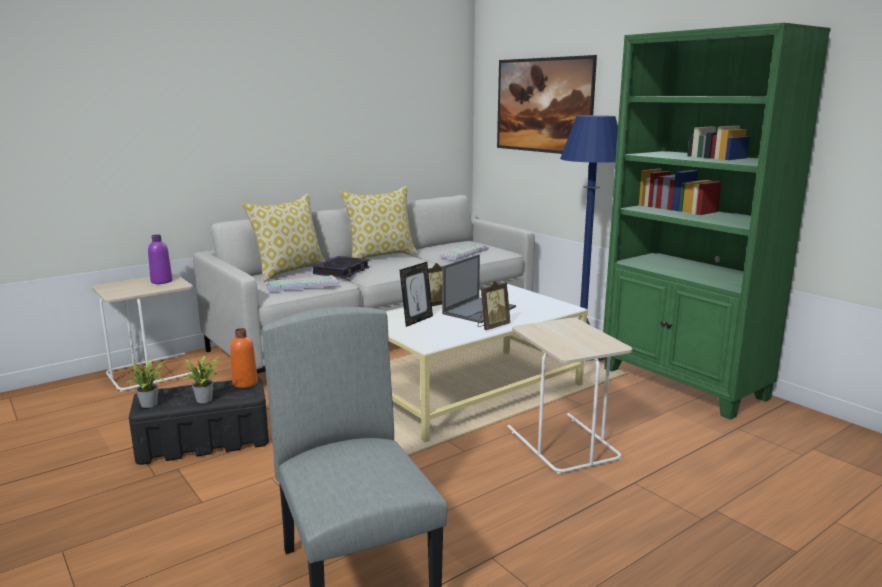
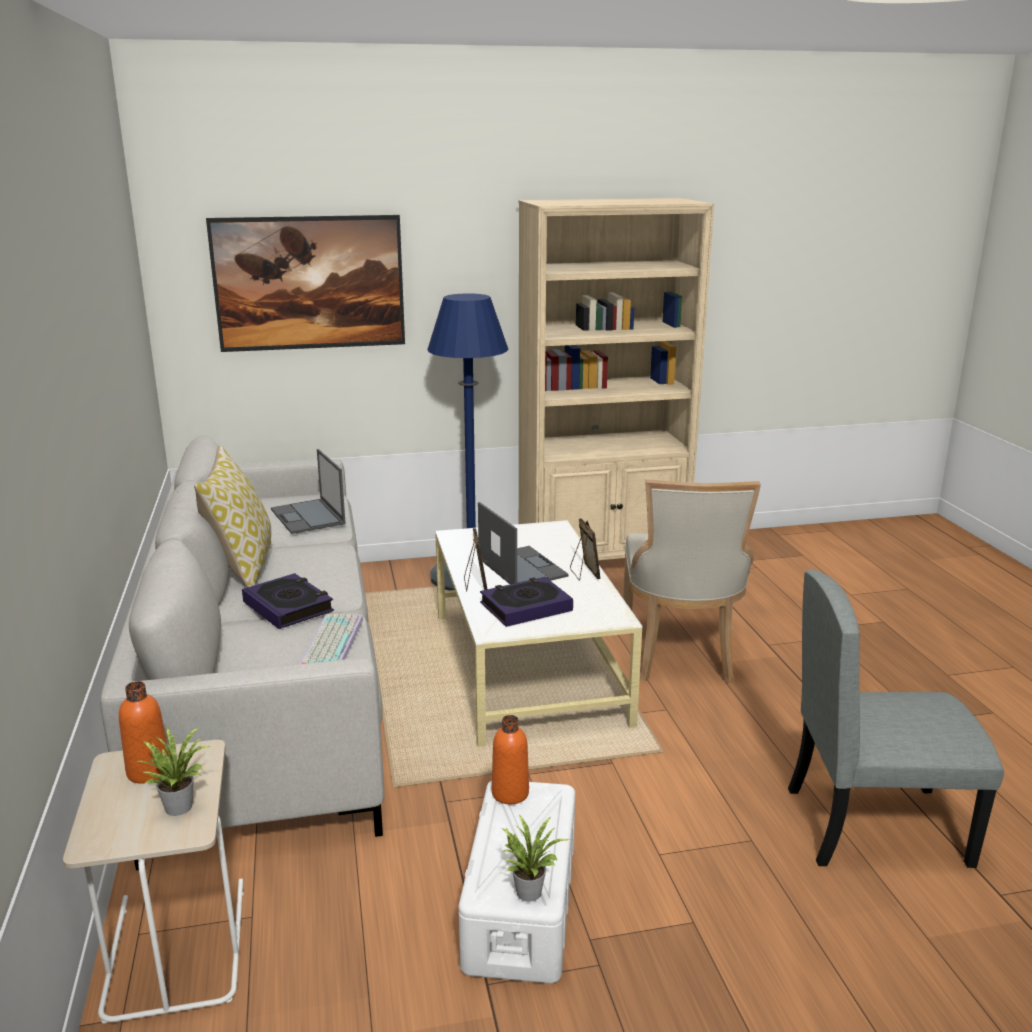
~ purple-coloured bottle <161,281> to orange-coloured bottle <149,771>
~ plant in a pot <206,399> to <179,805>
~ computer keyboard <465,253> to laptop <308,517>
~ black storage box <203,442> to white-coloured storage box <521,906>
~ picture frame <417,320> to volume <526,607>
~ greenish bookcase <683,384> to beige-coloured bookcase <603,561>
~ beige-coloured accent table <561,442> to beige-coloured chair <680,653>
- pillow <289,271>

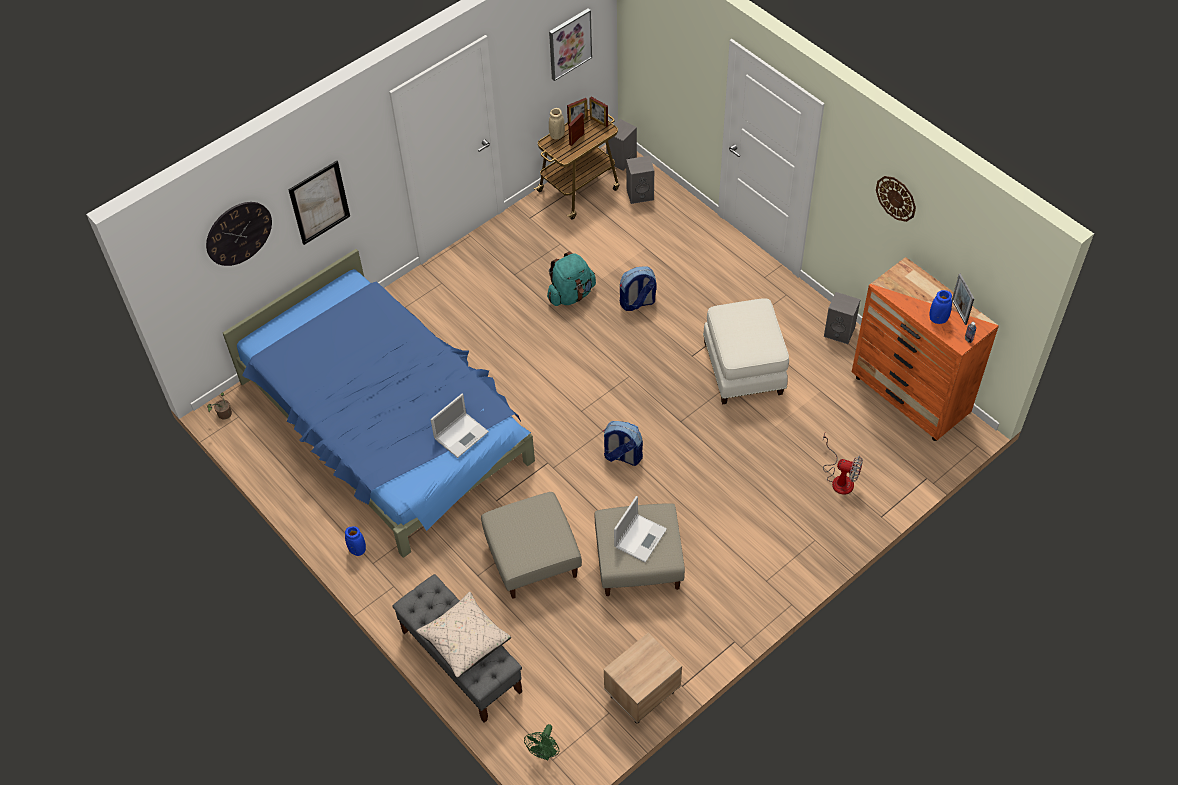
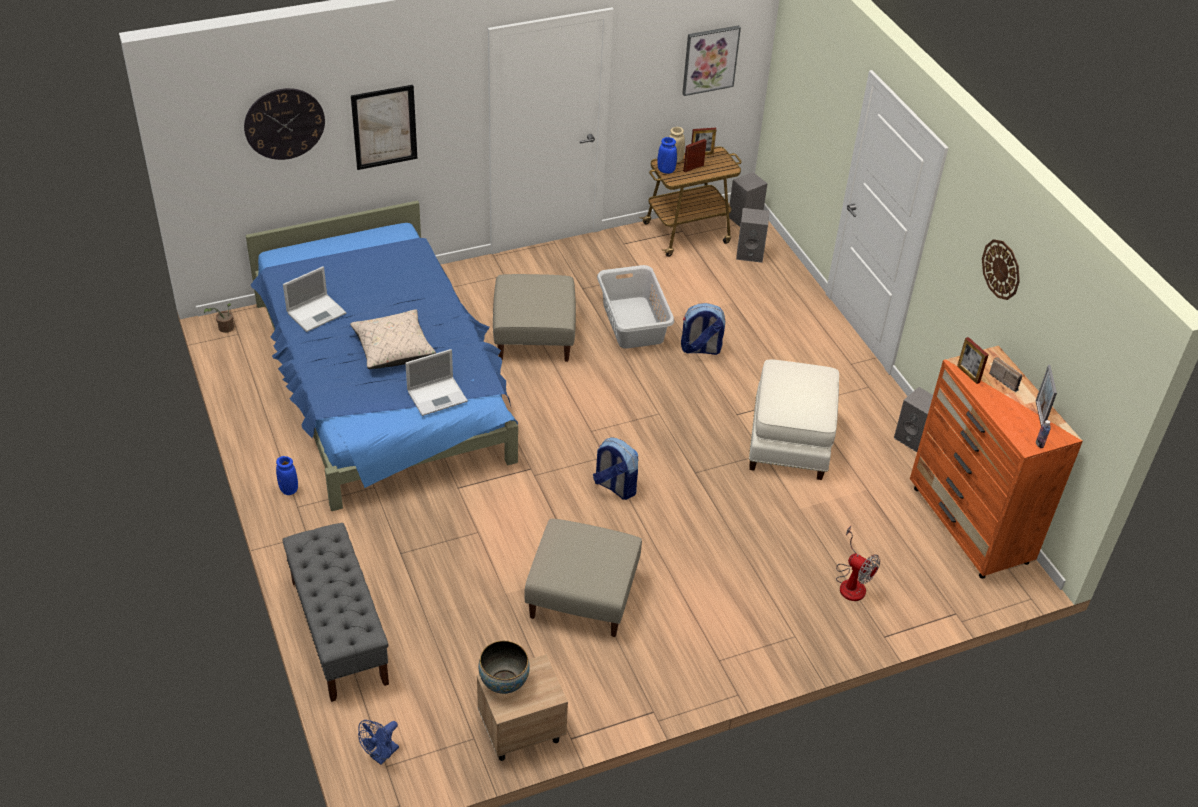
~ laptop <640,537> to <317,312>
~ beige-coloured pillow <465,640> to <393,349>
~ greenish cooling fan <544,753> to bluish cooling fan <381,756>
+ serving bowl <504,682>
~ beige-coloured footrest <533,558> to <534,336>
~ turquoise-coloured backpack <571,294> to greyish hamper <633,322>
~ bluish vase <938,319> to <666,170>
~ picture frame <599,121> to <968,374>
+ radio <1005,379>

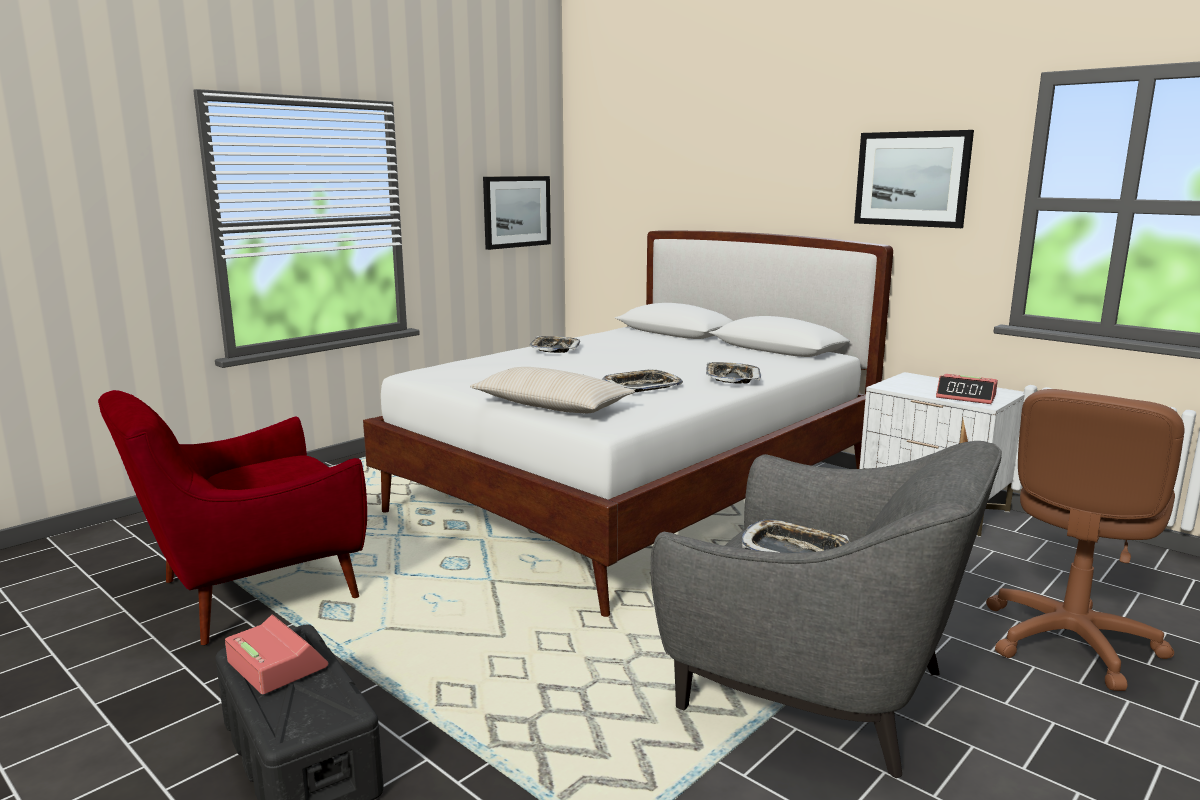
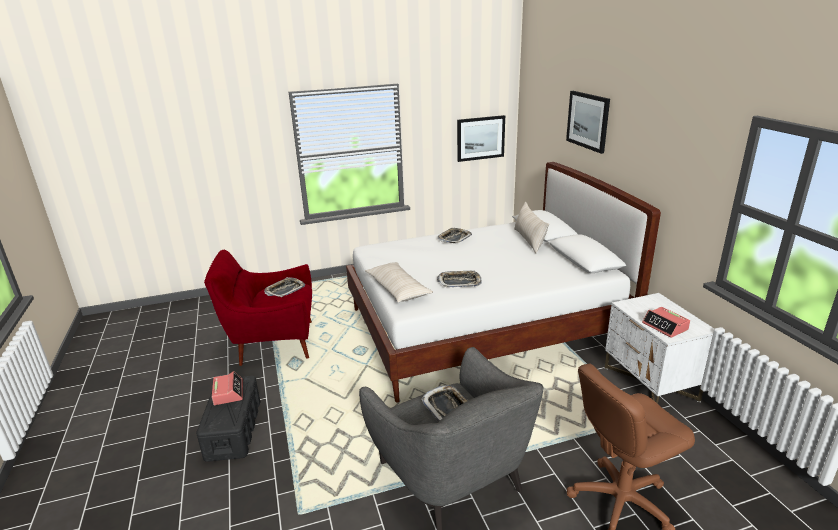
~ carrying tray <731,378> to <285,290>
+ beige-coloured pillow <529,240>
~ wall picture <912,179> to <588,121>

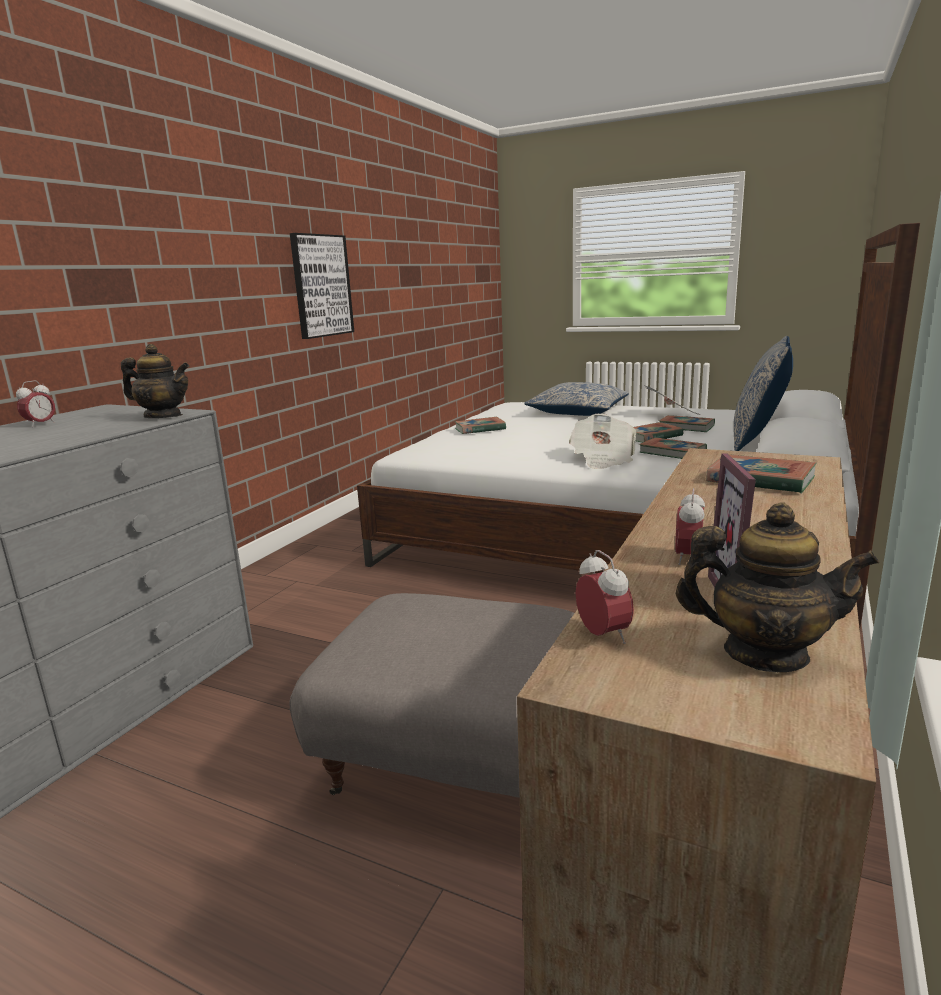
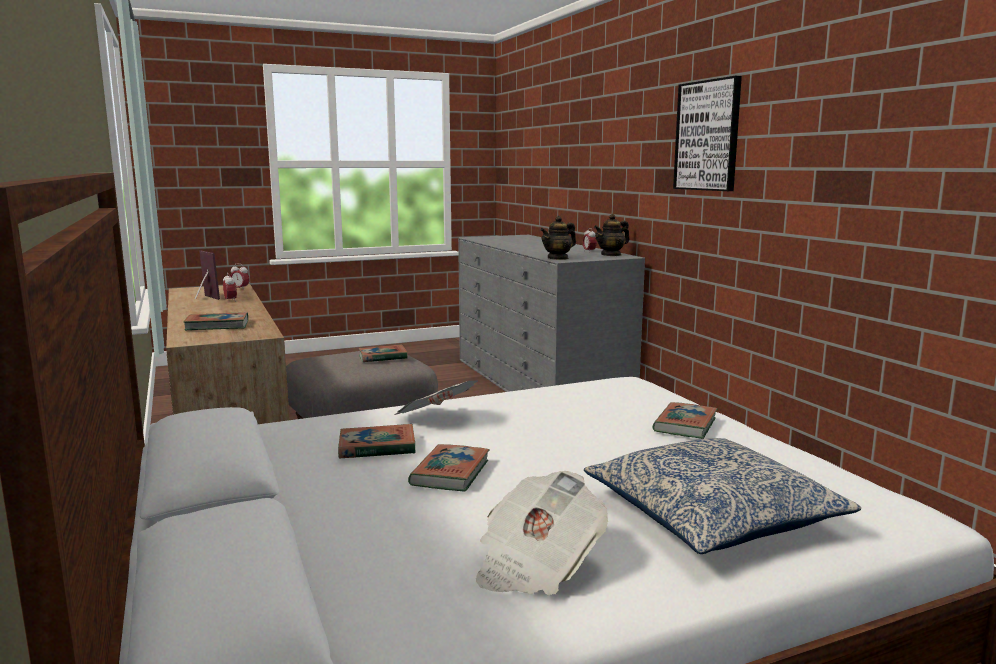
~ volume <686,427> to <382,357>
~ tea pot <765,654> to <611,255>
~ wall picture <321,286> to <708,136>
- pillow <758,440>

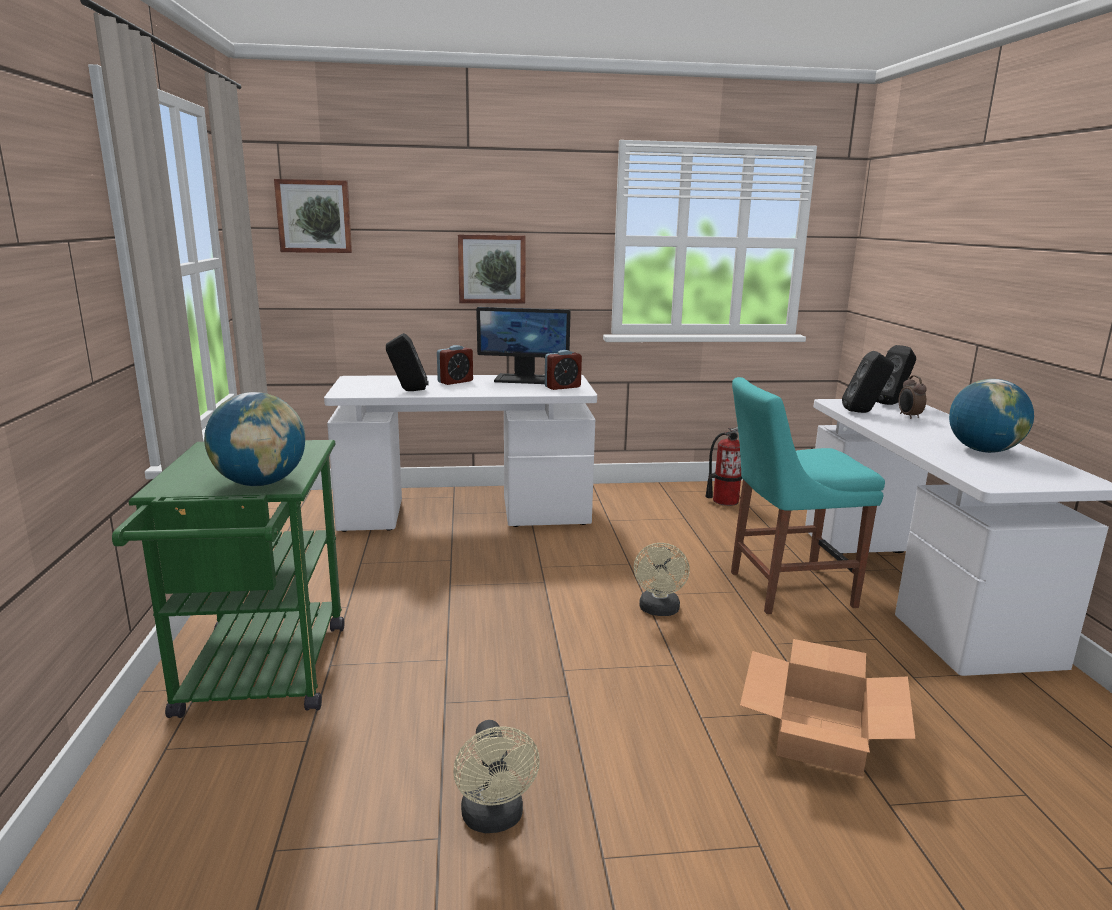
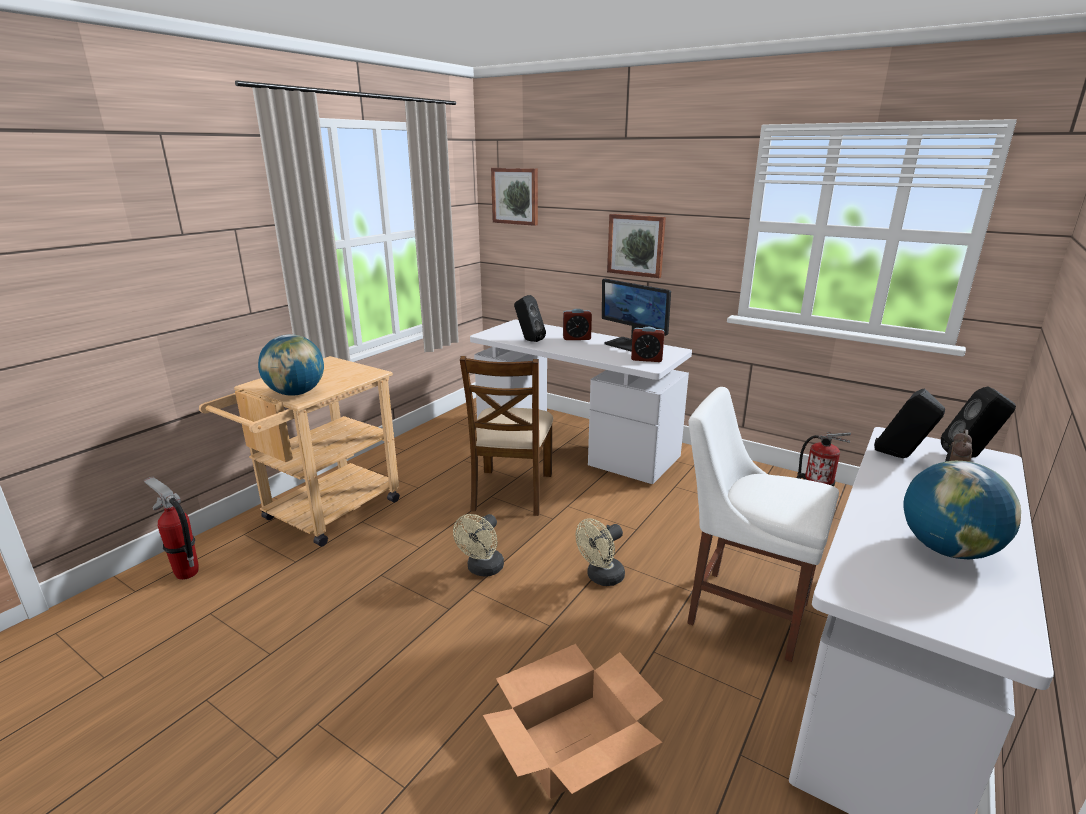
+ extinguisher <186,573>
~ greenish cart <261,679> to beige-coloured cart <323,515>
~ beige-coloured cooling fan <494,819> to <482,570>
+ brownish chair <511,491>
~ turquoise-coloured chair <785,589> to white-coloured chair <741,609>

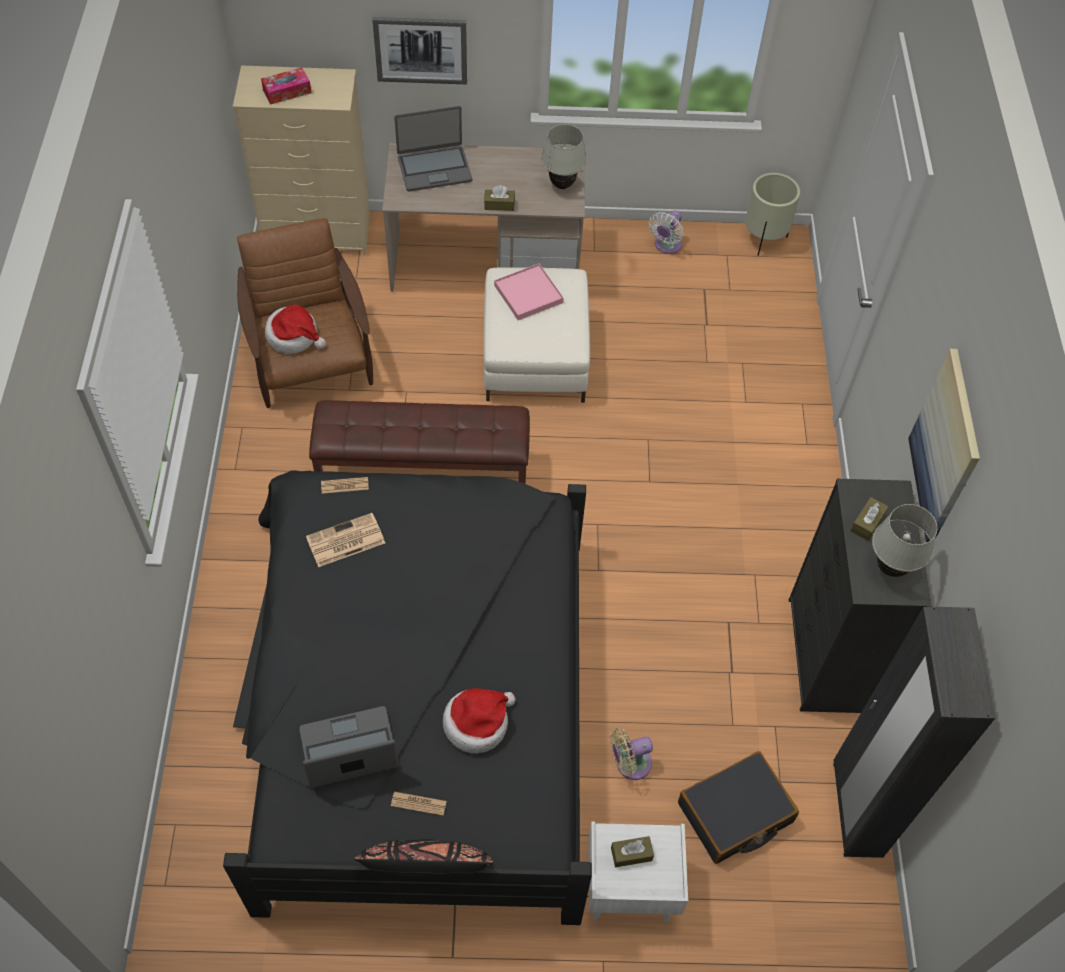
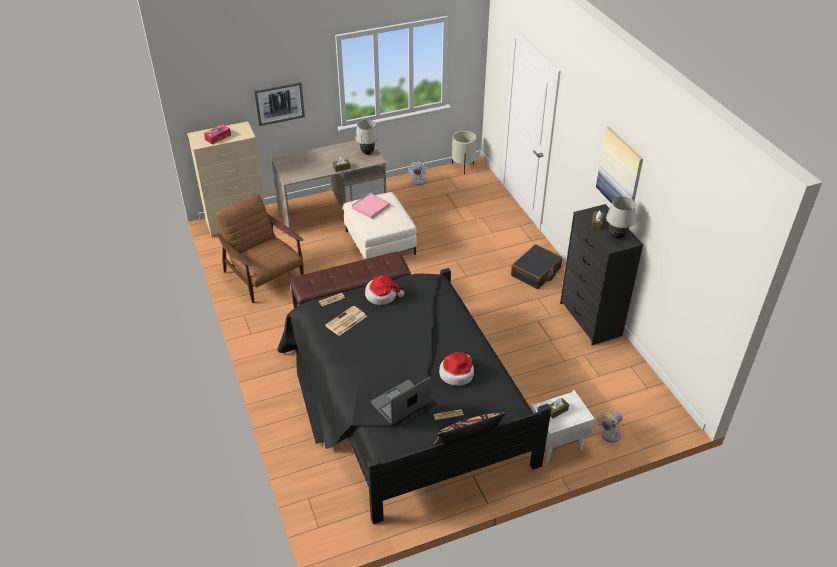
~ hat <294,336> to <382,295>
~ black piece of luggage <735,813> to <536,272>
~ beige-coloured cooling fan <630,764> to <609,435>
- laptop <434,168>
- black armoire <856,809>

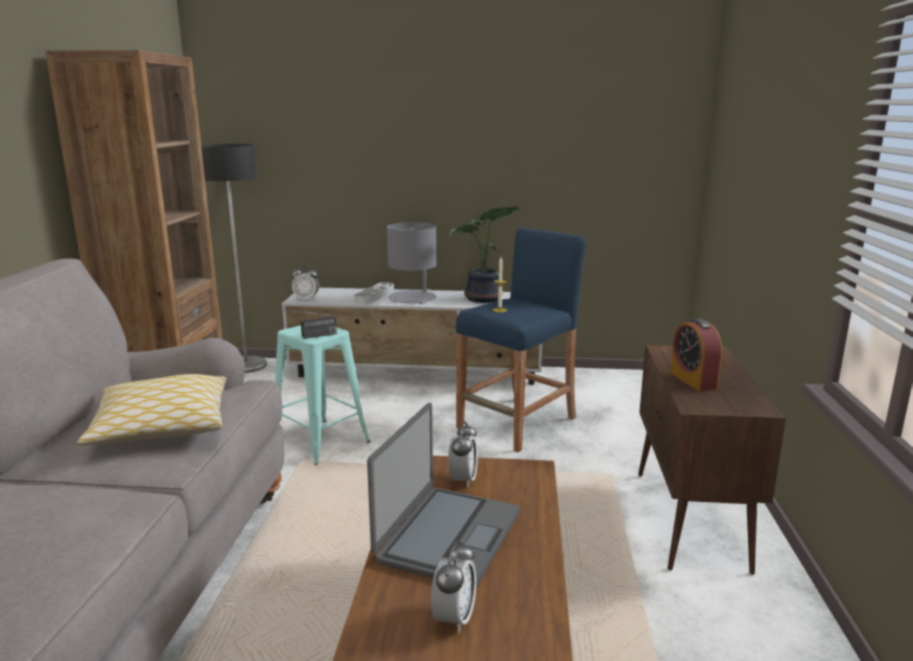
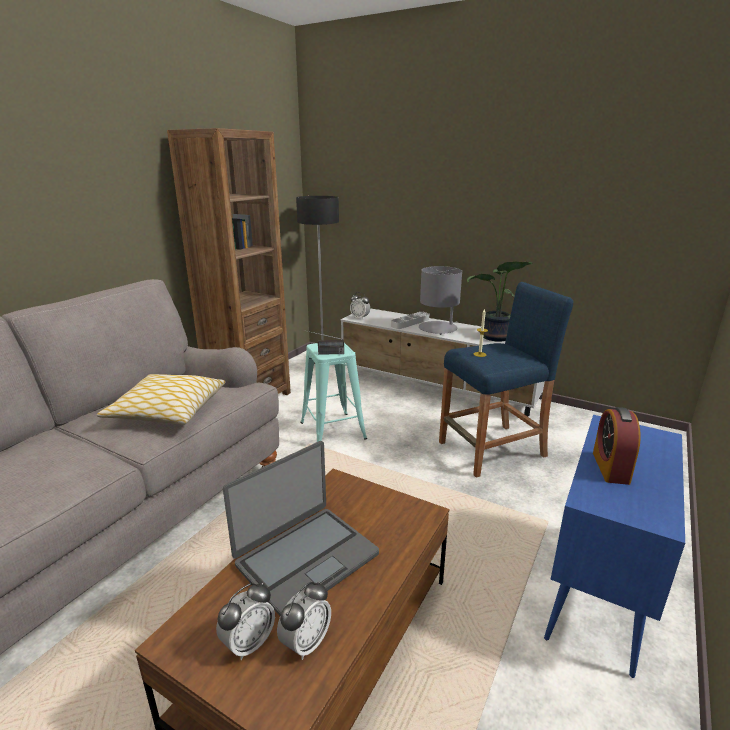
~ alarm clock <463,480> to <306,643>
~ brownish cabinet <690,520> to bluish cabinet <598,593>

